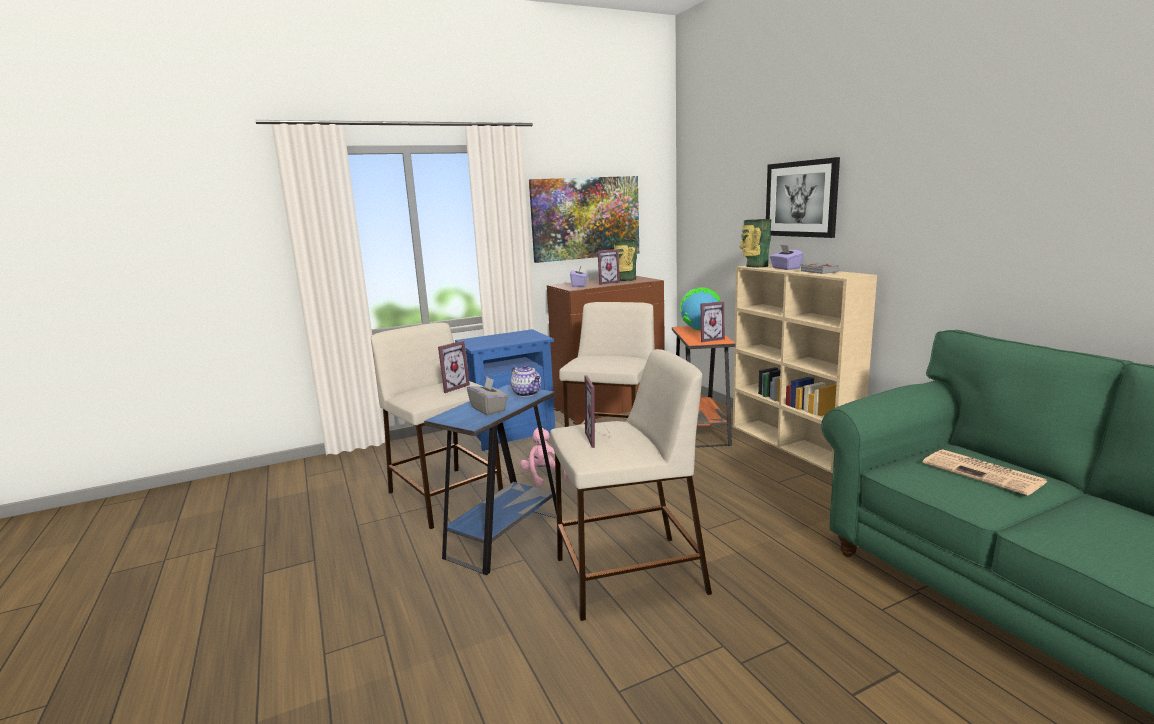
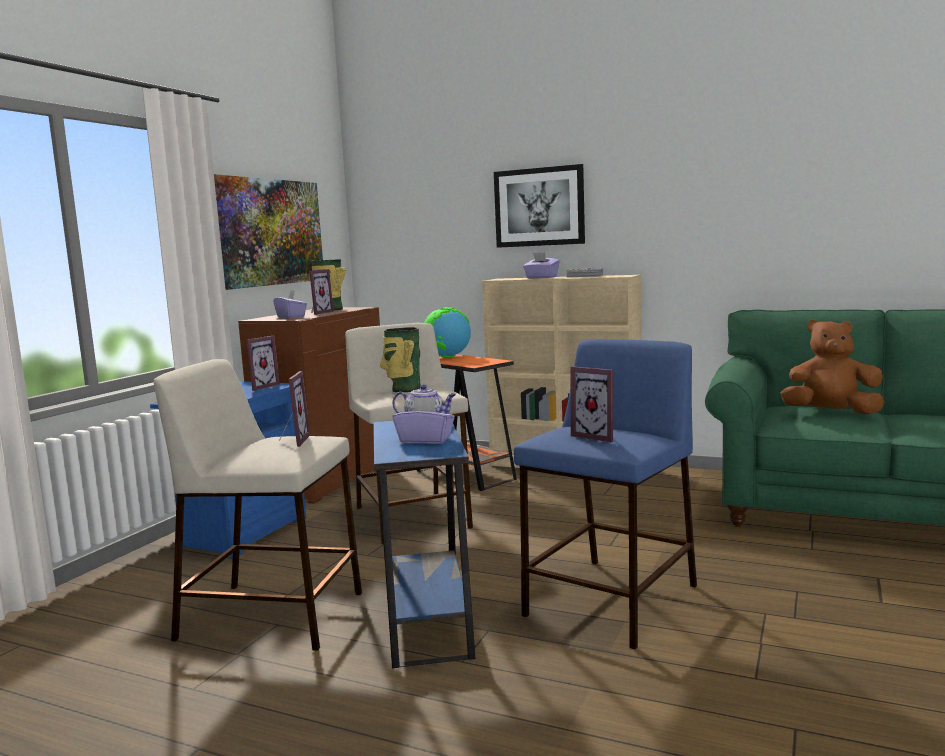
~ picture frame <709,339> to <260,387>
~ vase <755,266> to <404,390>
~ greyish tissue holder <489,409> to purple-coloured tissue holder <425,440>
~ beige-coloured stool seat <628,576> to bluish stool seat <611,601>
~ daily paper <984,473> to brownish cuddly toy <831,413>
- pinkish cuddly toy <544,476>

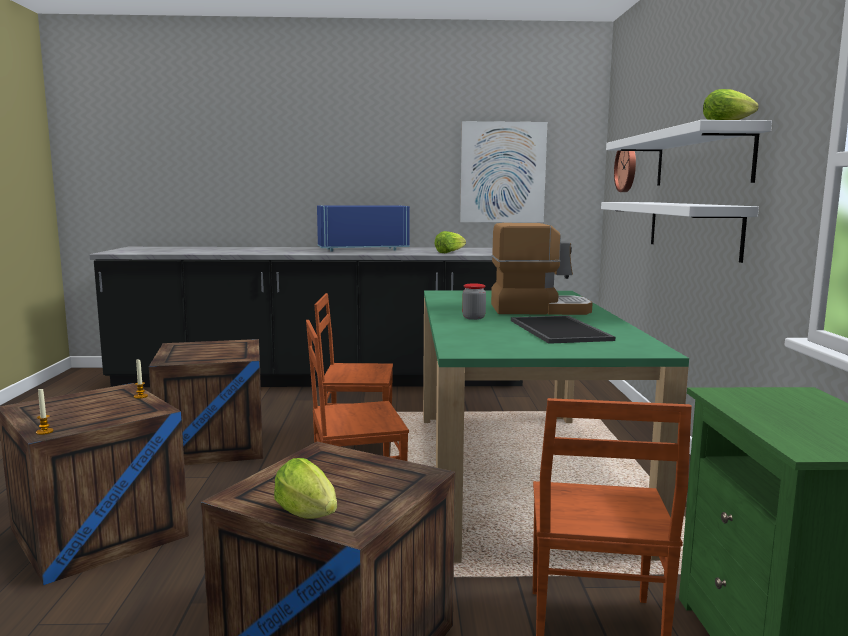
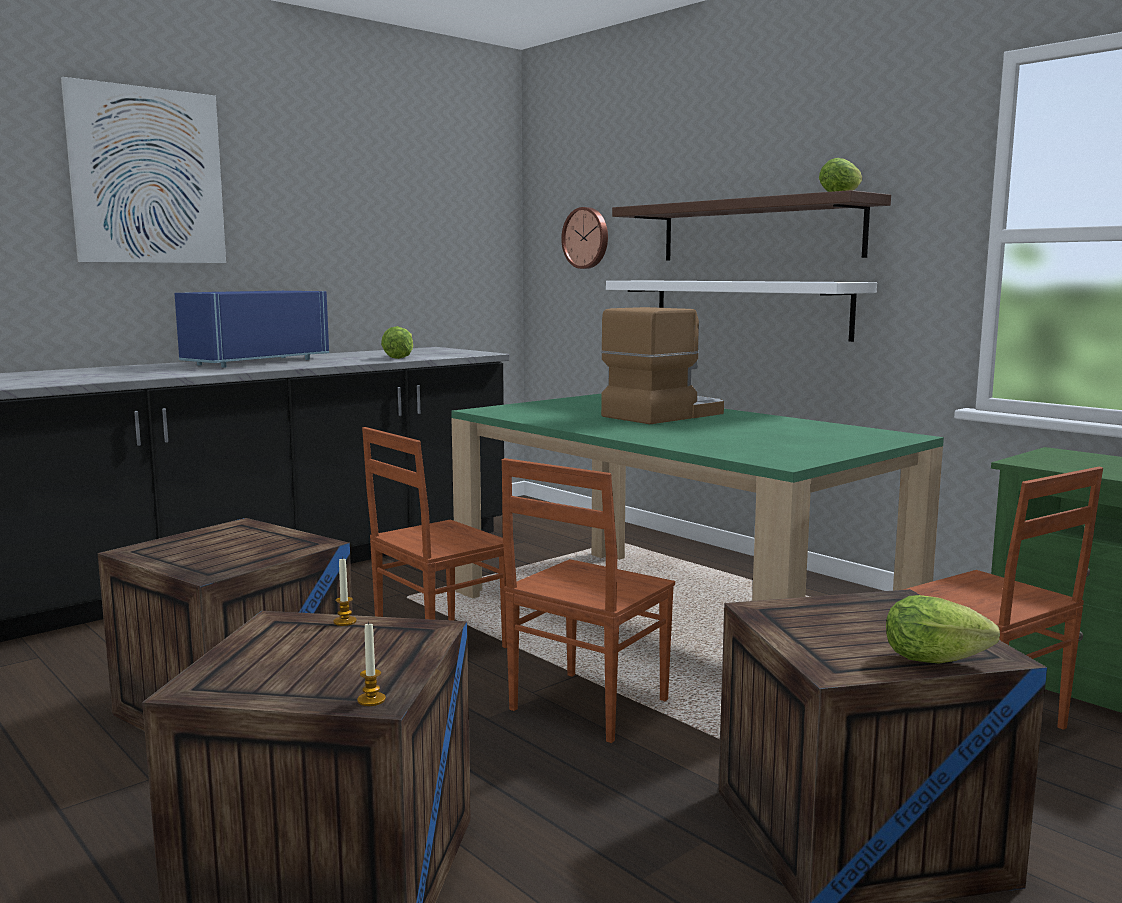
~ wall picture <503,172> to <148,176>
~ white-coloured bracket shelf <701,159> to brownish bracket shelf <758,231>
- jar <473,318>
- carrying tray <561,330>

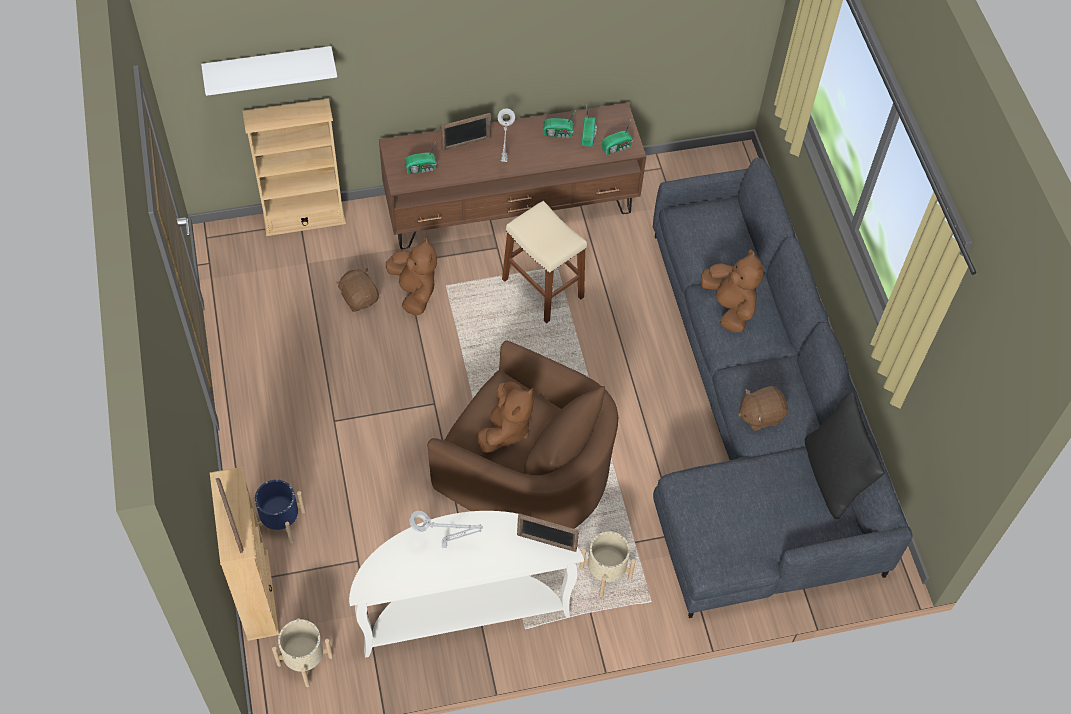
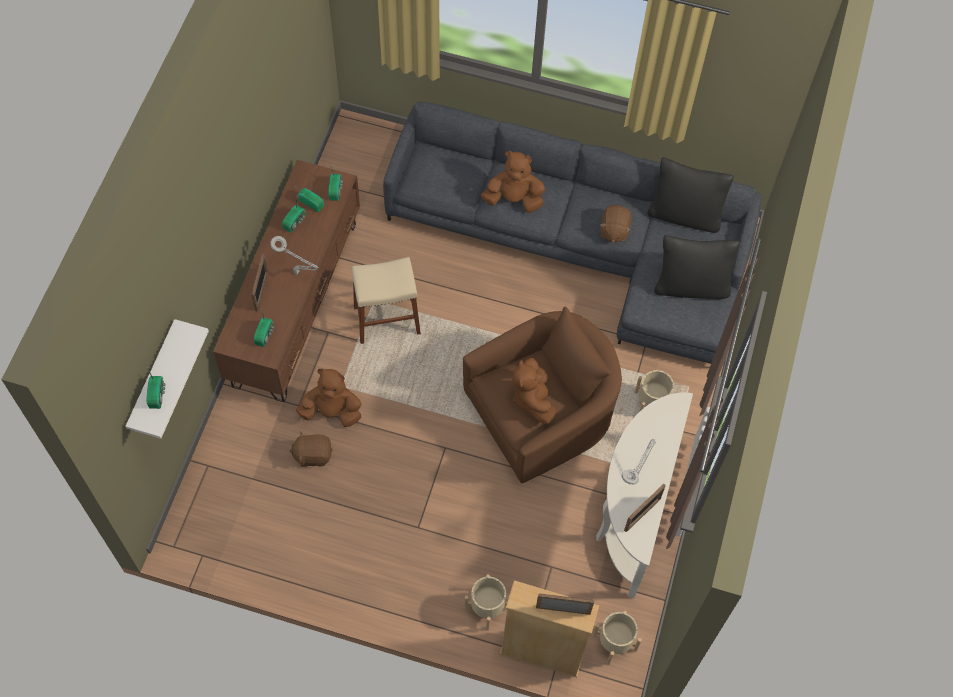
+ radio <157,394>
~ bluish planter <281,522> to beige-coloured planter <487,607>
~ brownish cuddly toy <505,429> = <532,398> 150 degrees counterclockwise
~ picture frame <546,542> to <642,514>
+ black pillow <691,286>
- beige-coloured bookcase <304,219>

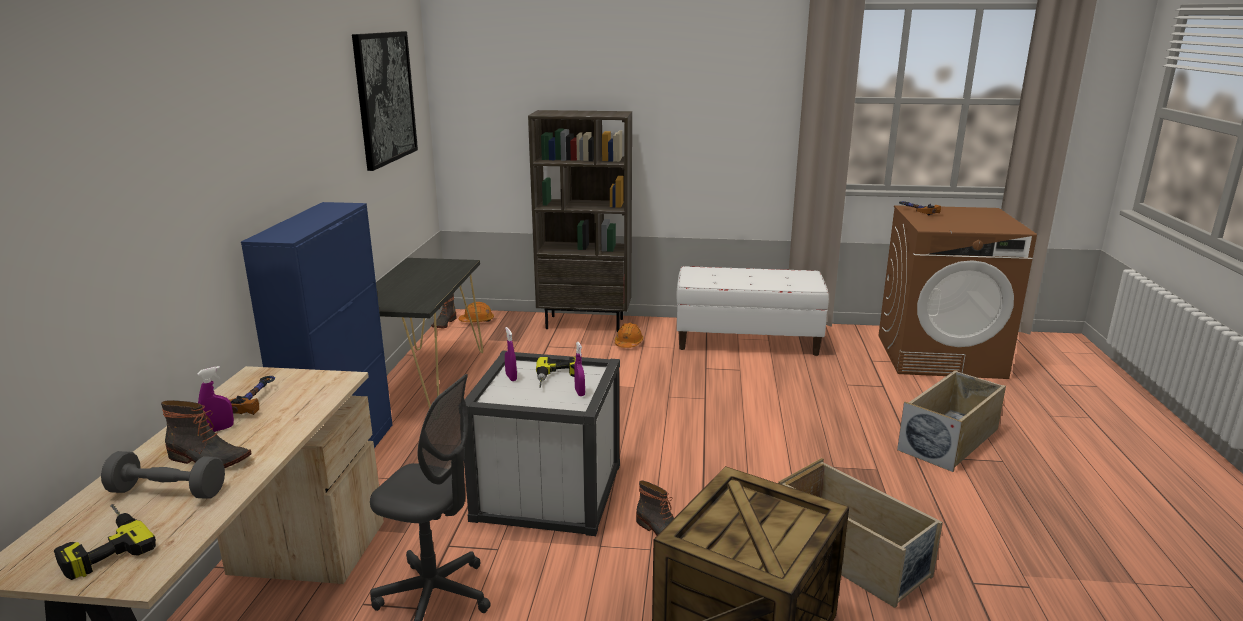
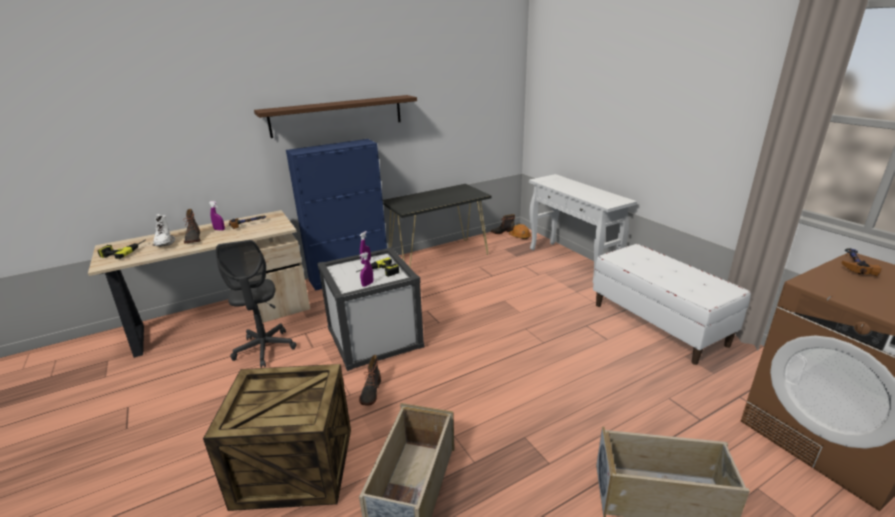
~ greyish dumbbell <168,492> to white-coloured boot <164,243>
+ brownish bracket shelf <337,115>
~ brownish bookcase <585,323> to white-coloured hall table <572,262>
- wall picture <385,98>
- orange-coloured hard hat <628,343>

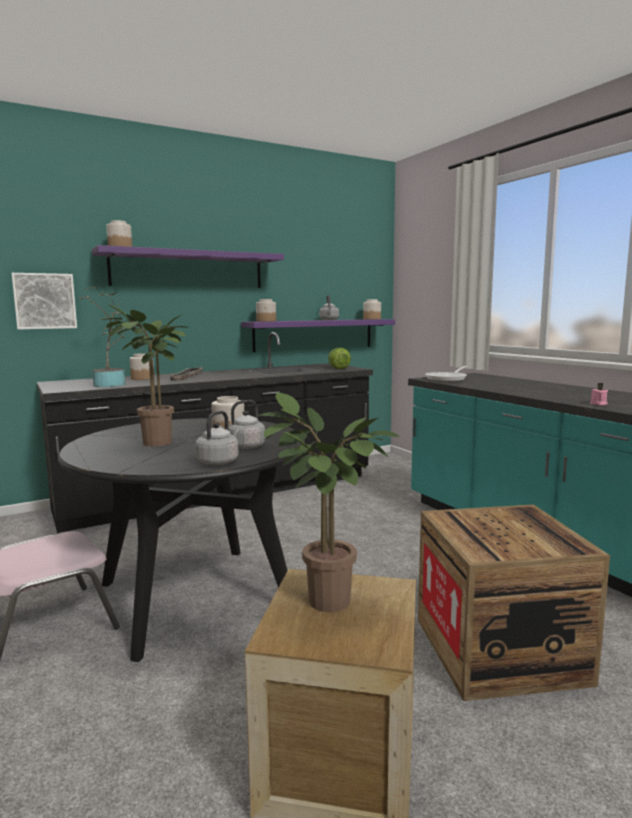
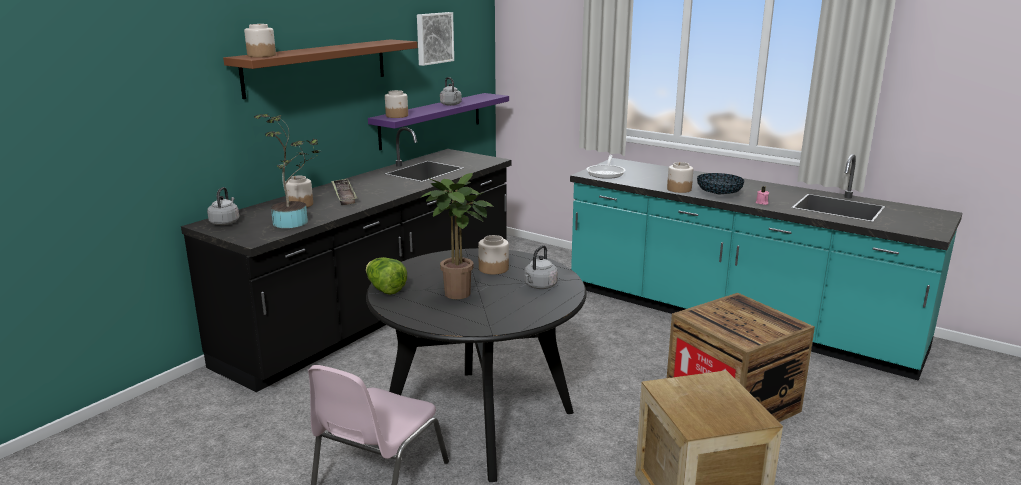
~ greyish water kettle <219,462> to <225,222>
~ purple-coloured bracket shelf <188,270> to brownish bracket shelf <317,67>
~ lettuce head <337,368> to <385,289>
~ wall picture <45,301> to <433,38>
~ jar <372,319> to <679,189>
+ serving bowl <719,194>
- plant in a pot <322,603>

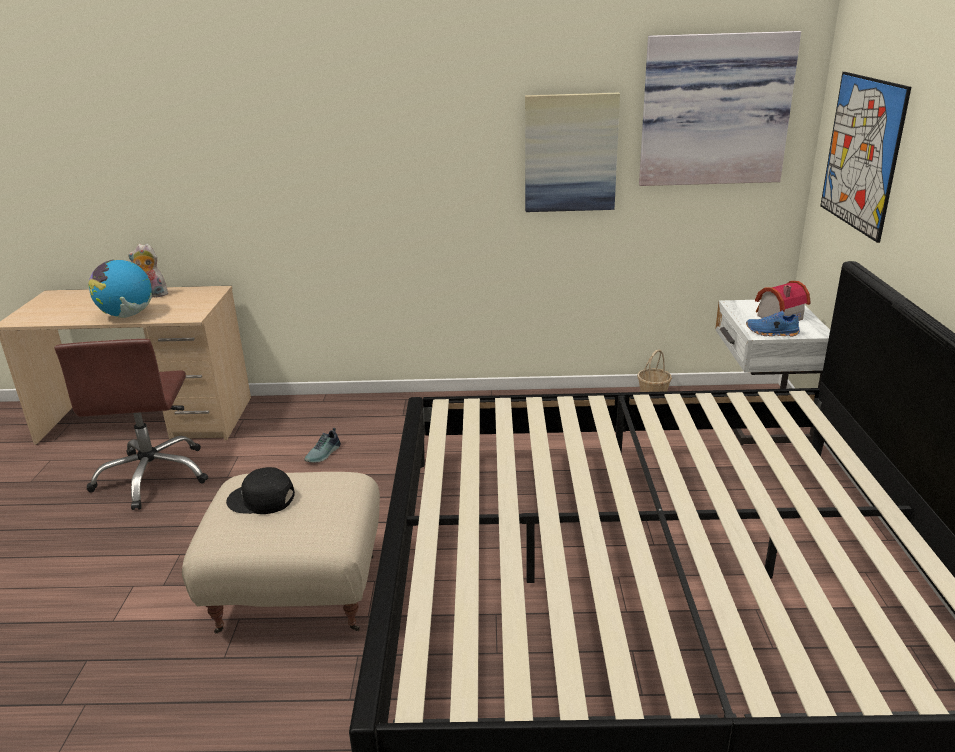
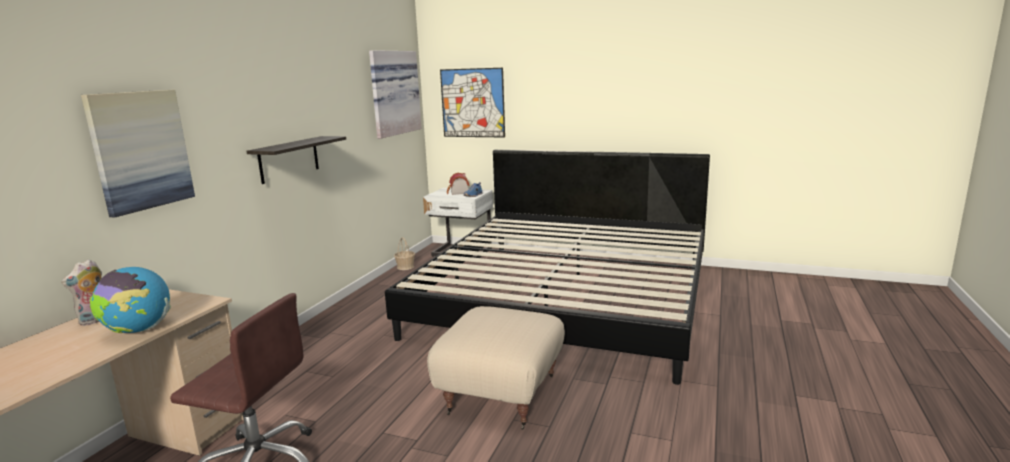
~ wall picture <570,153> to <140,150>
+ bracket shelf <289,159>
- black peaked cap <261,499>
- low shoe <324,454>

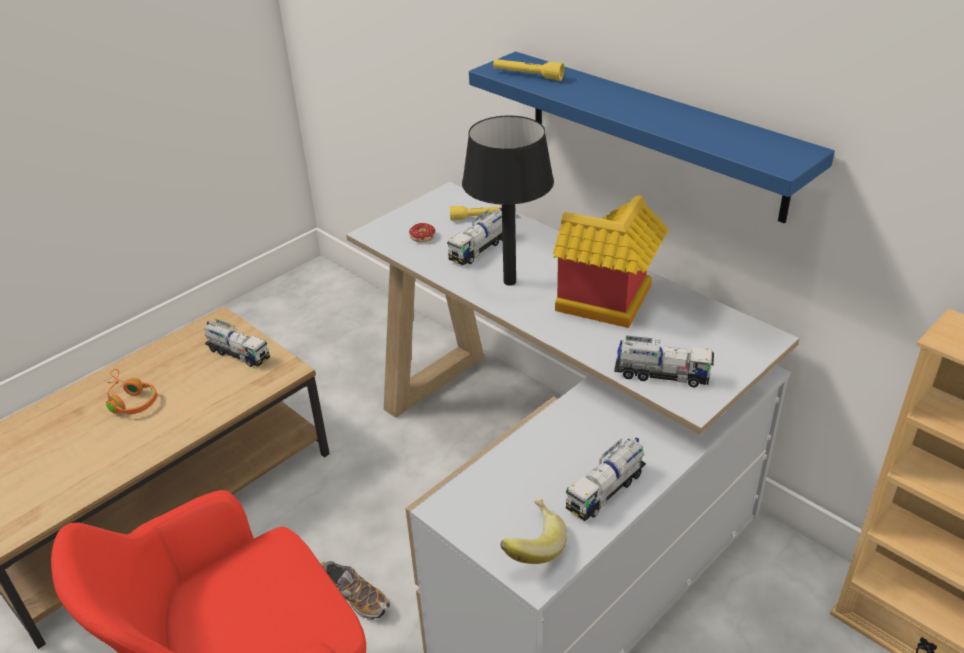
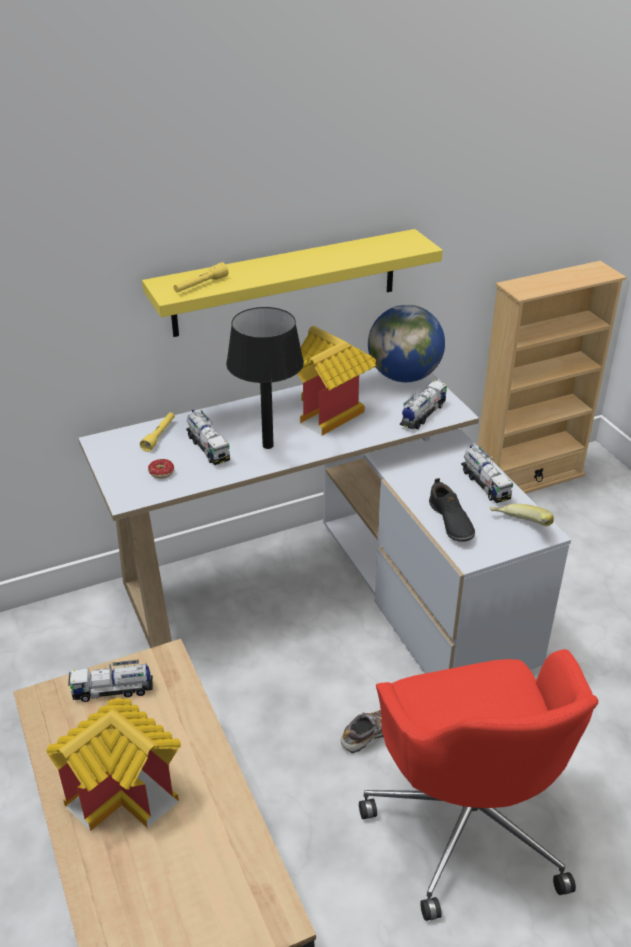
~ orange-coloured headphones <130,400> to toy house <126,792>
~ toy lorry <238,354> = <113,690> 150 degrees counterclockwise
~ bluish bracket shelf <652,134> to yellowish bracket shelf <285,283>
+ globe <404,376>
+ black low shoe <450,521>

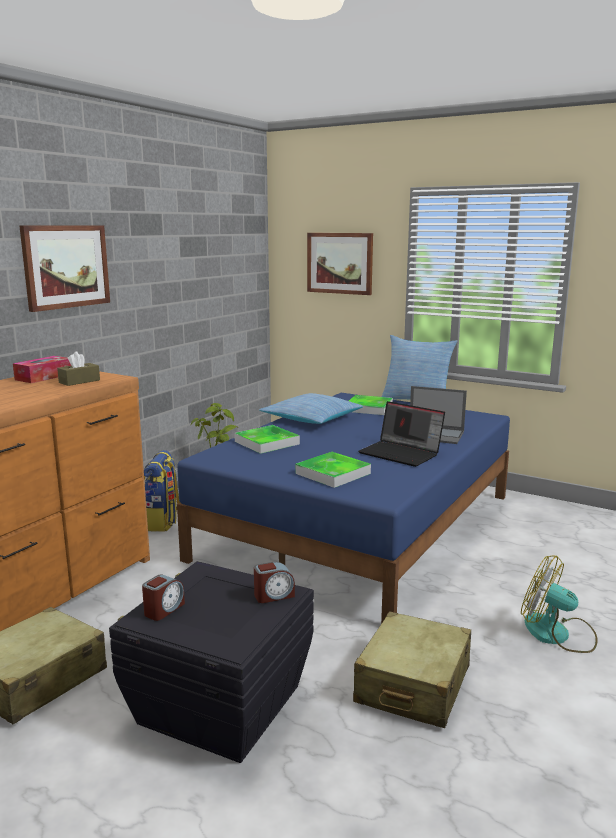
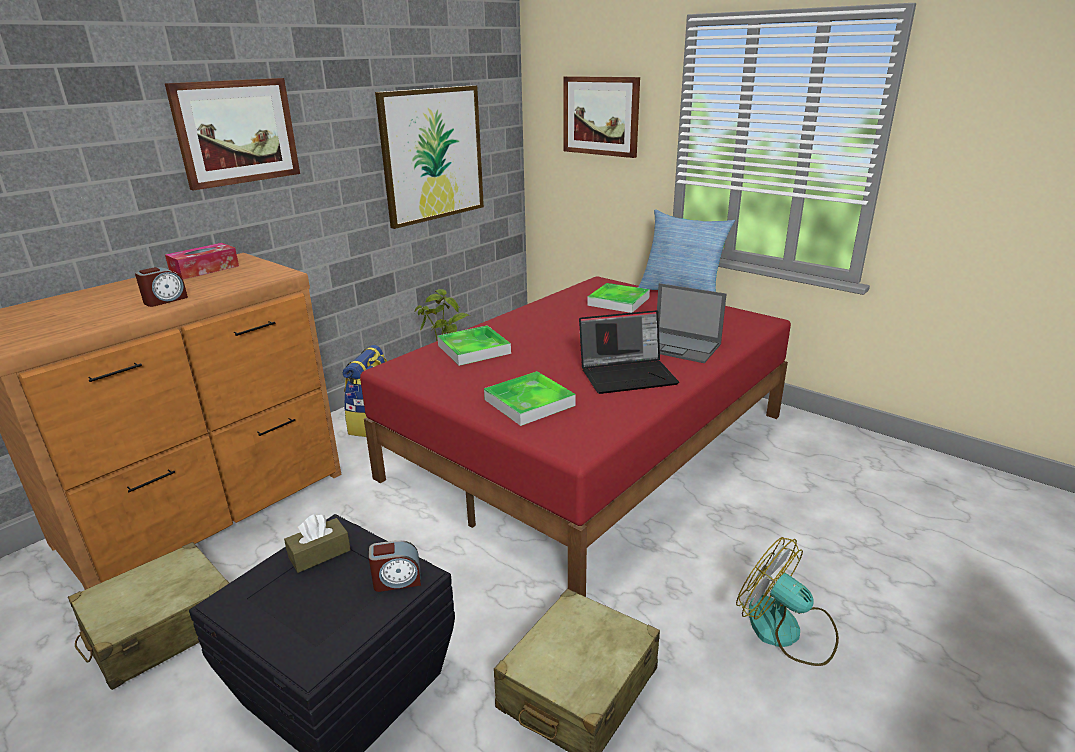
~ alarm clock <164,609> to <165,300>
~ brownish tissue holder <79,381> to <319,553>
~ bluish bedroom bed <360,526> to reddish bedroom bed <590,446>
+ wall picture <432,155>
~ laptop <401,453> = <628,375> 60 degrees counterclockwise
- pillow <311,419>

